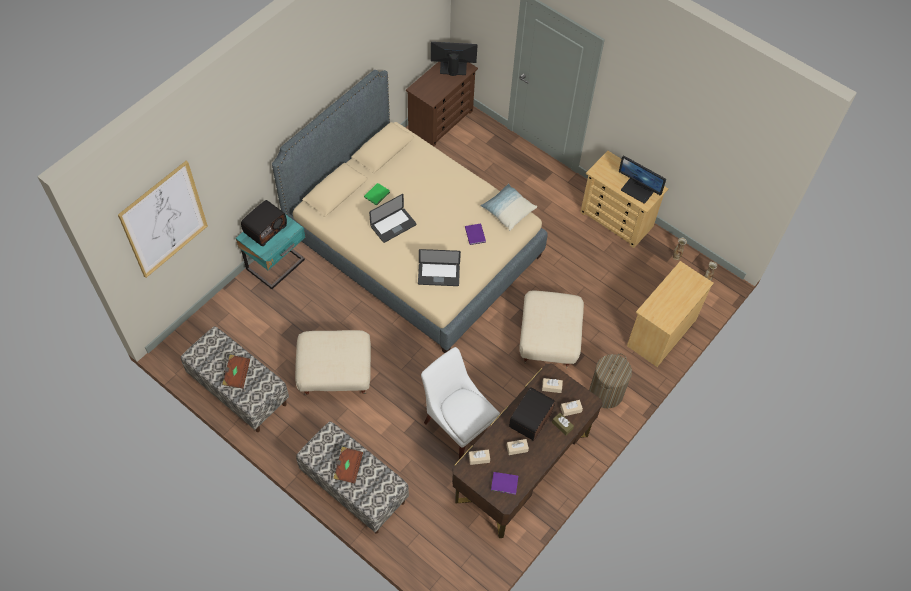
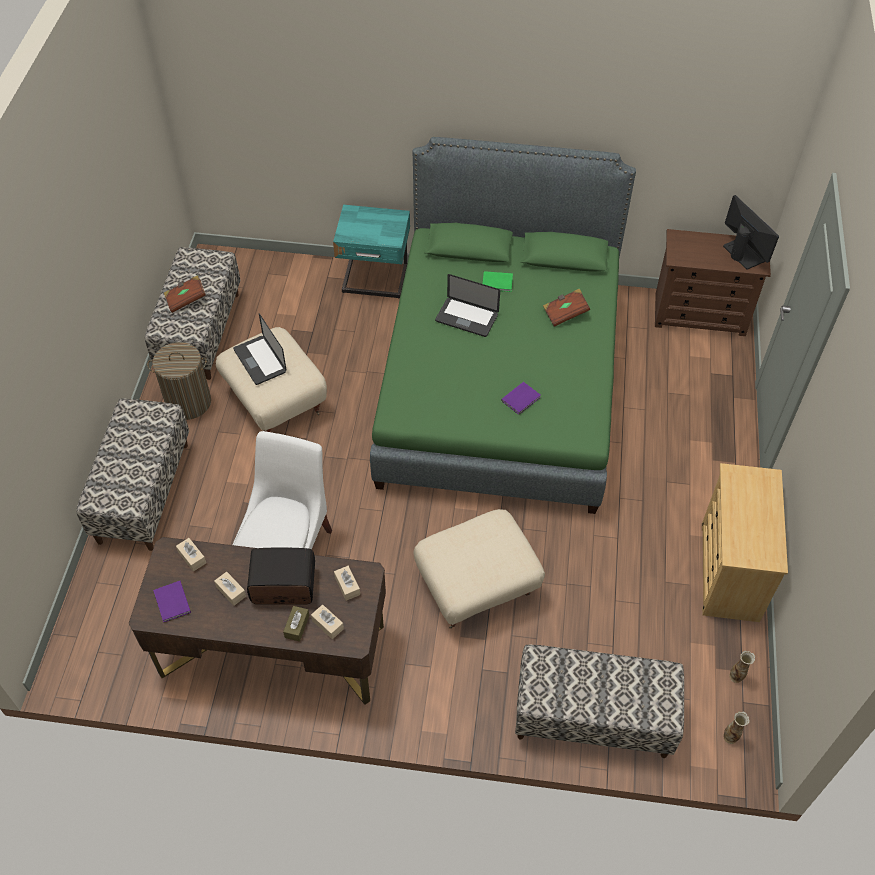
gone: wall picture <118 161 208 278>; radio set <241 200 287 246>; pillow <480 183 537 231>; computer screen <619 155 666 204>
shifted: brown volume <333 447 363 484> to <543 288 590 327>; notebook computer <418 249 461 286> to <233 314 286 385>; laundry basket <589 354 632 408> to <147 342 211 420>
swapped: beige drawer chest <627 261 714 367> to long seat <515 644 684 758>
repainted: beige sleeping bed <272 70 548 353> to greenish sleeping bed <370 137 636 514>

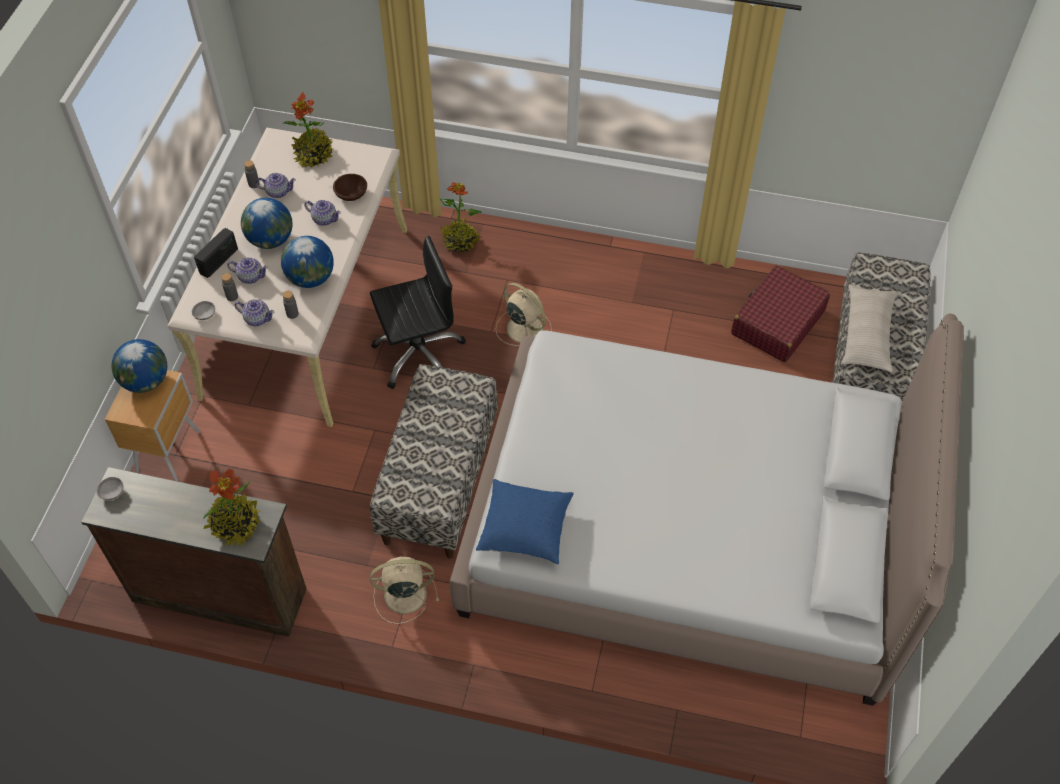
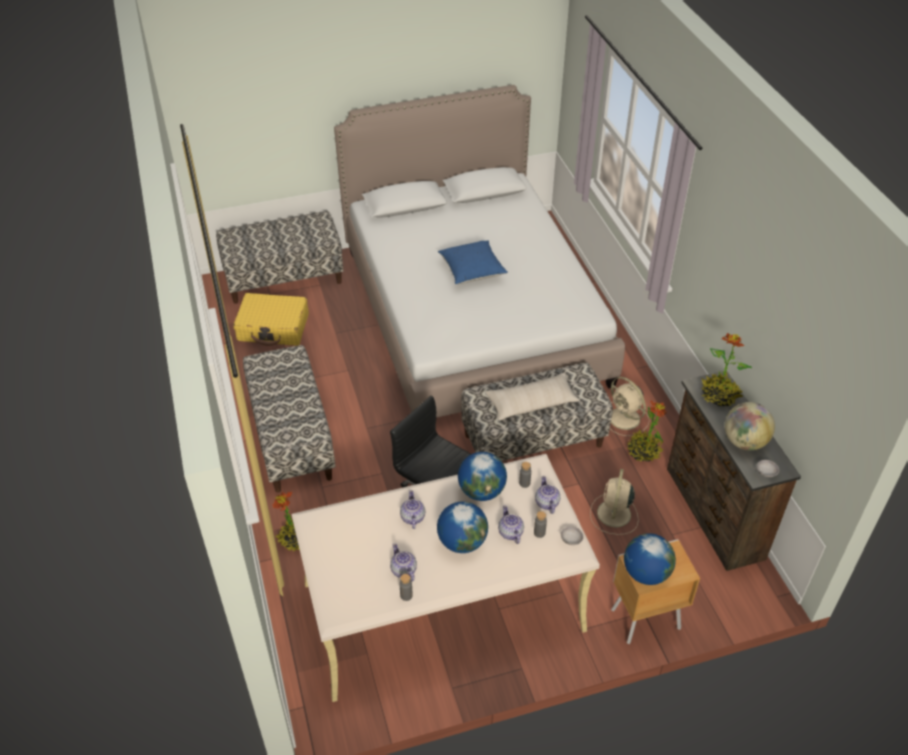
gone: radio set <194 228 238 278>; brown serving bowl <333 174 367 201>
new: long seat <243 345 336 492>; desk globe <725 402 775 450>
shifted: potted plant <283 92 332 168> to <627 401 666 462>; blue pillow <476 479 573 564> to <438 240 508 284>; beige cooling fan <496 283 552 346> to <590 469 639 535>; beige pillow <842 284 897 372> to <485 373 580 421>
repainted: reddish piece of luggage <731 265 830 362> to yellow-coloured piece of luggage <234 293 309 346>

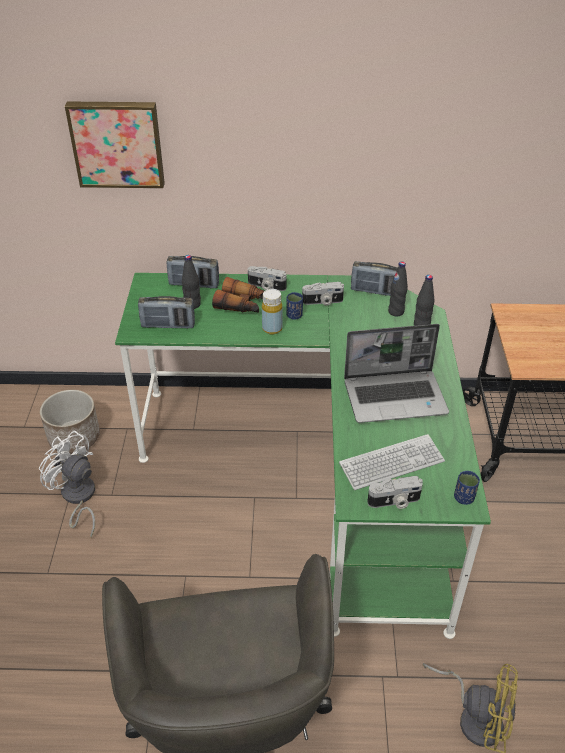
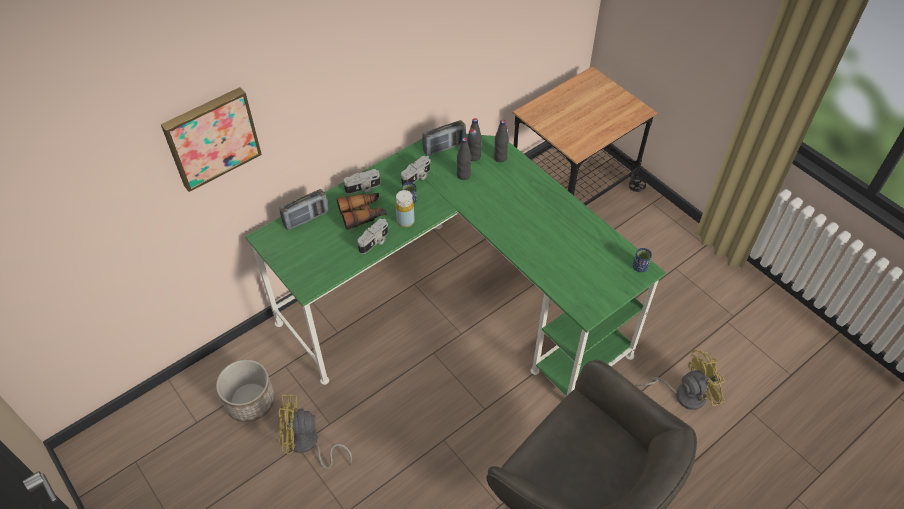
gone: radio set <138 296 195 329>; keyboard <339 434 445 490>; notebook computer <344 324 449 423>
shifted: black bottle <182 255 201 309> to <457 137 471 180>; photo camera <367 476 423 509> to <357 218 388 254>
repainted: white-coloured cooling fan <39 430 95 538> to yellow-coloured cooling fan <279 394 352 469>

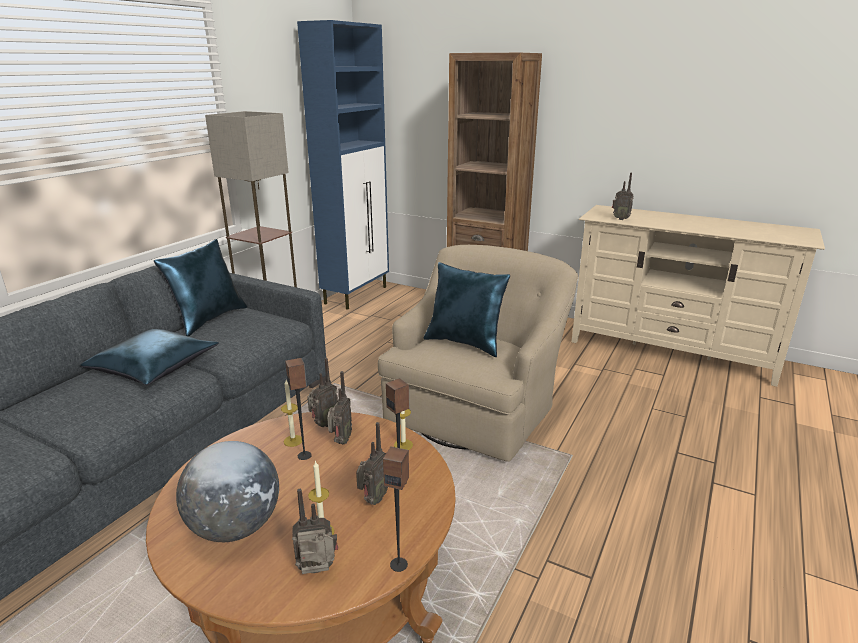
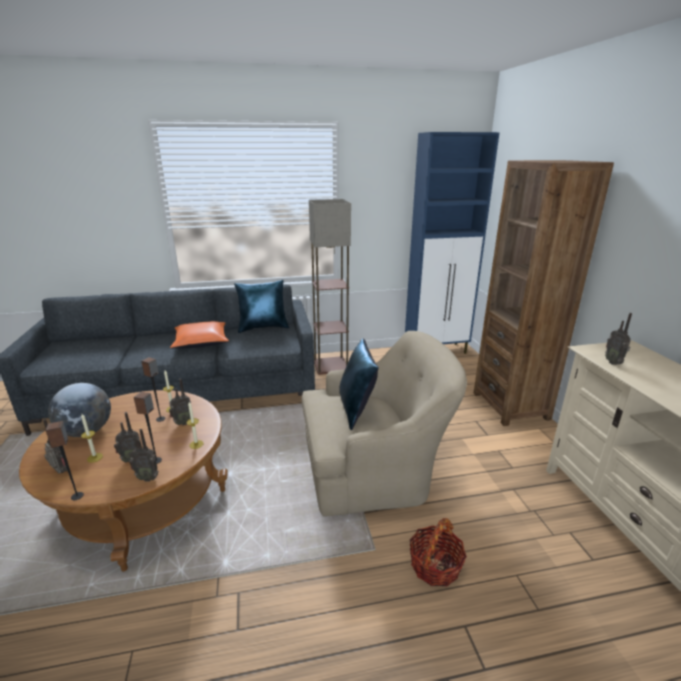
new: household basket <410 518 467 586>
shifted: radio set <307 358 338 427> to <129 429 159 482>
repainted: blue pillow <80 329 219 385> to orangey pillow <170 321 229 348>

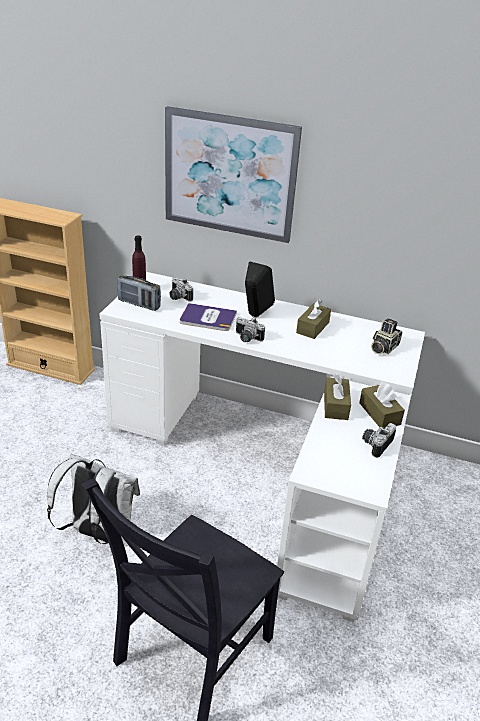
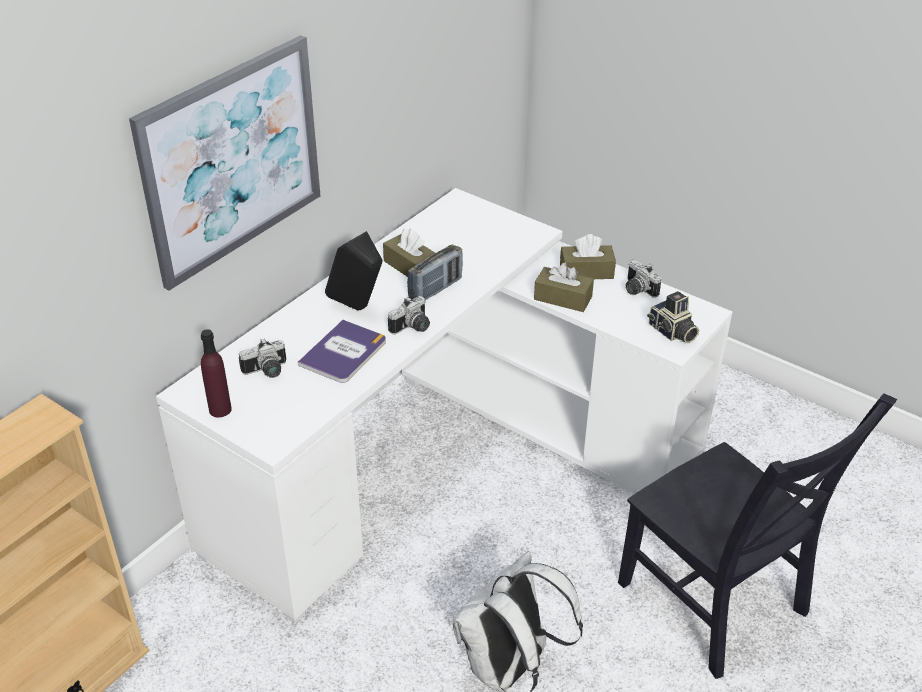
shifted: radio set <117 275 161 311> to <407 245 463 300>; photo camera <371 318 402 354> to <647 291 699 343>

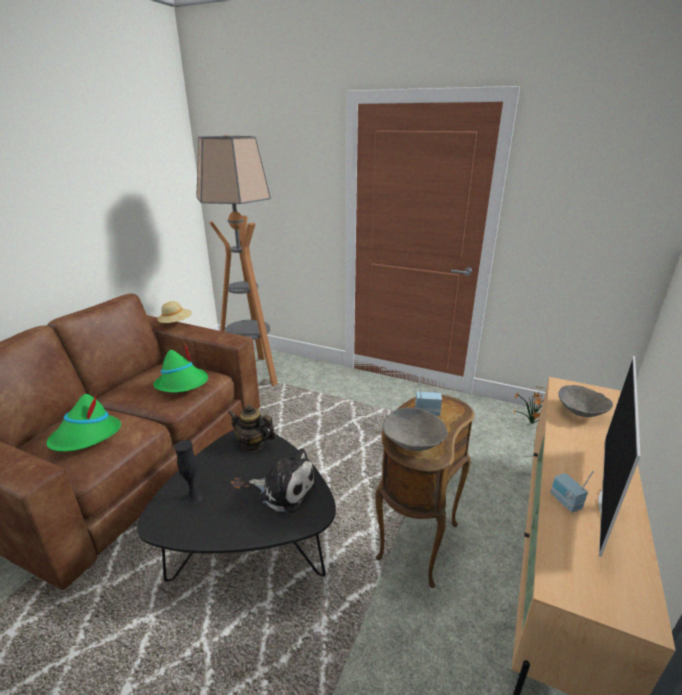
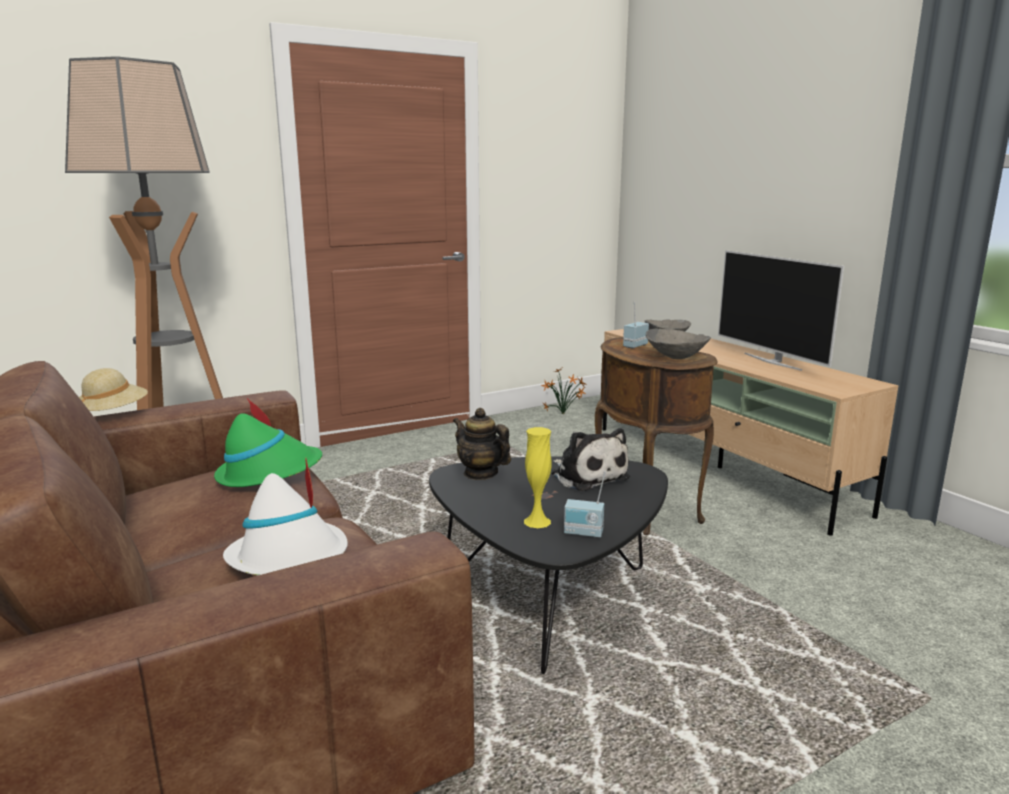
shifted: radio set <550 471 594 513> to <564 471 606 538>
repainted: greenish clothing hat <46 394 121 452> to white-coloured clothing hat <223 457 348 575>; black decorative vase <174 440 203 505> to yellow-coloured decorative vase <524 427 552 528>
rotated: teapot <228 405 276 452> = <453 408 511 480> 75 degrees clockwise; soft toy <249 448 316 513> = <552 428 630 491> 90 degrees clockwise

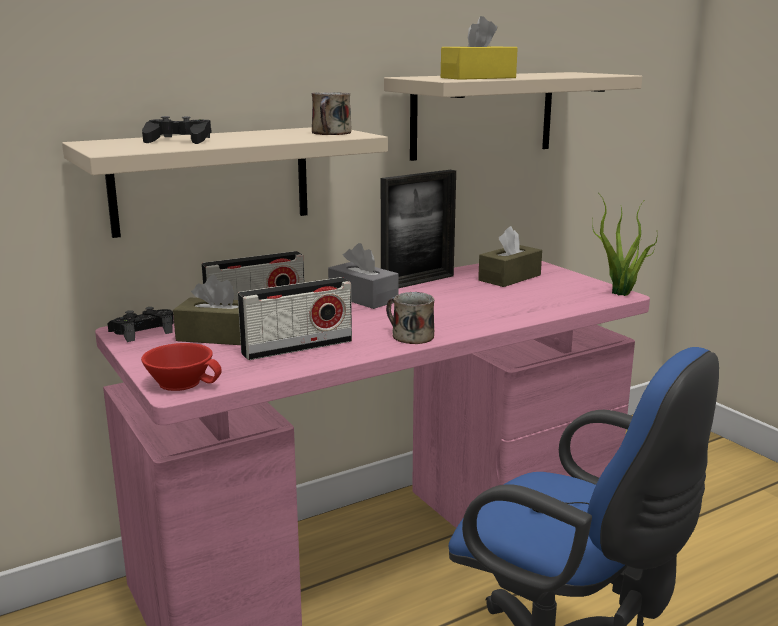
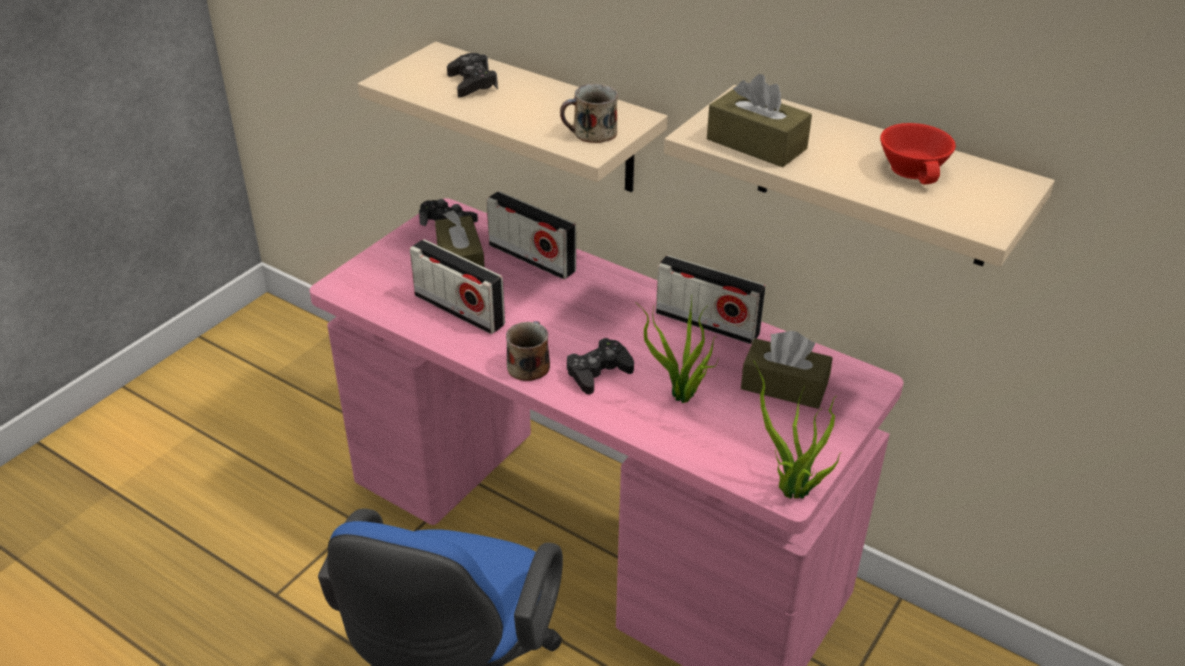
gone: greyish tissue box <328 243 398 309>
new: black joypad <567 338 634 395>; potted plant <635 296 718 403>
shifted: reddish drinking cup <141 343 222 391> to <880 123 956 185>
swapped: standing frame <381 170 456 288> to radio set <656 255 766 344>
repainted: yellow-coloured tissue box <441 16 518 80> to brown tissue box <707 74 812 167>

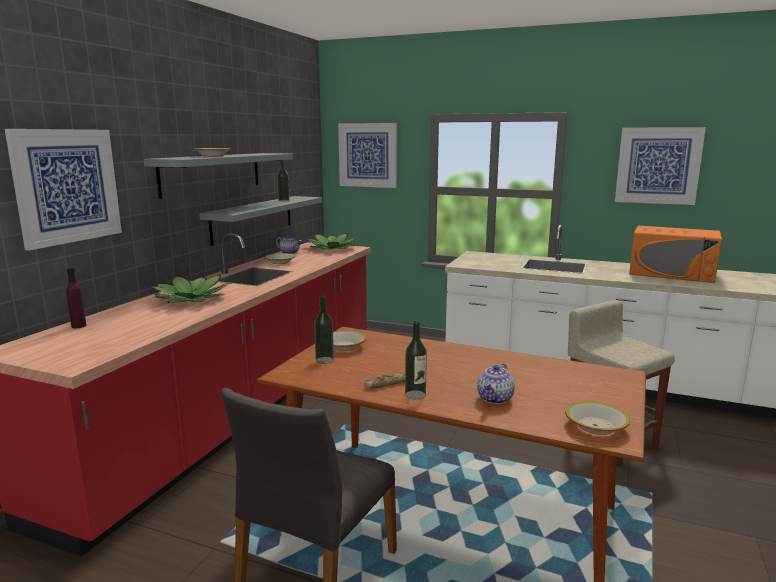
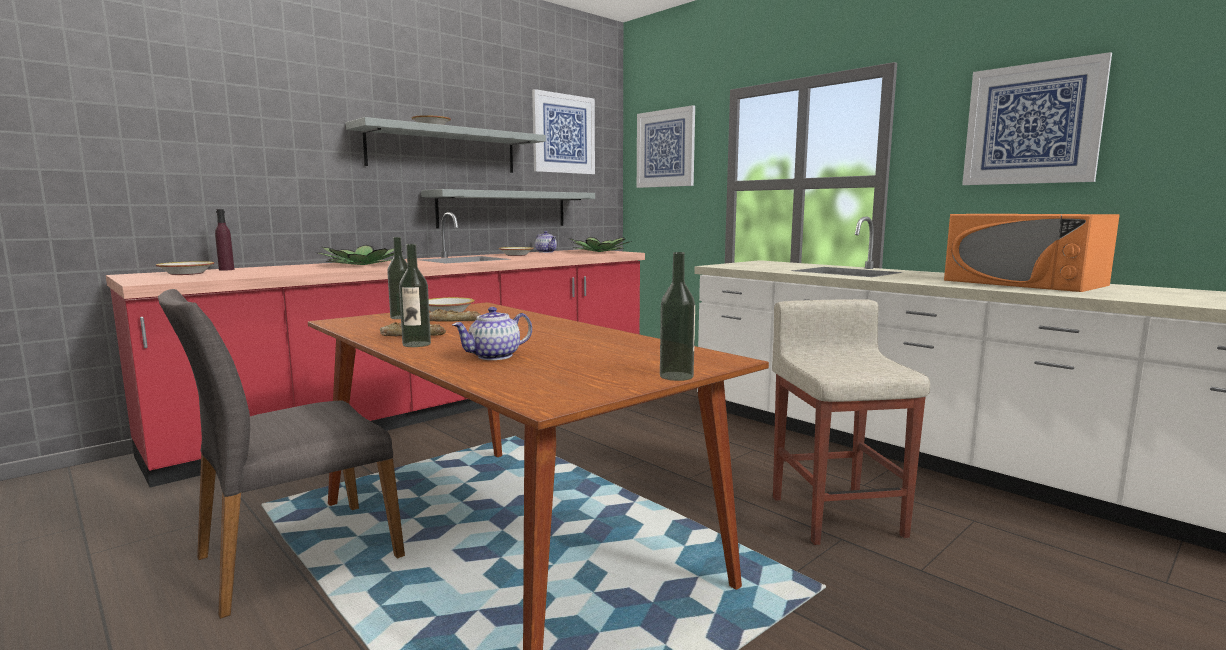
new: baked bread <429 309 481 322>
shifted: wall picture <5 129 122 250> to <532 89 595 174>; bottle <277 160 290 201> to <660 252 695 381>; serving bowl <565 401 630 435> to <156 261 214 275>

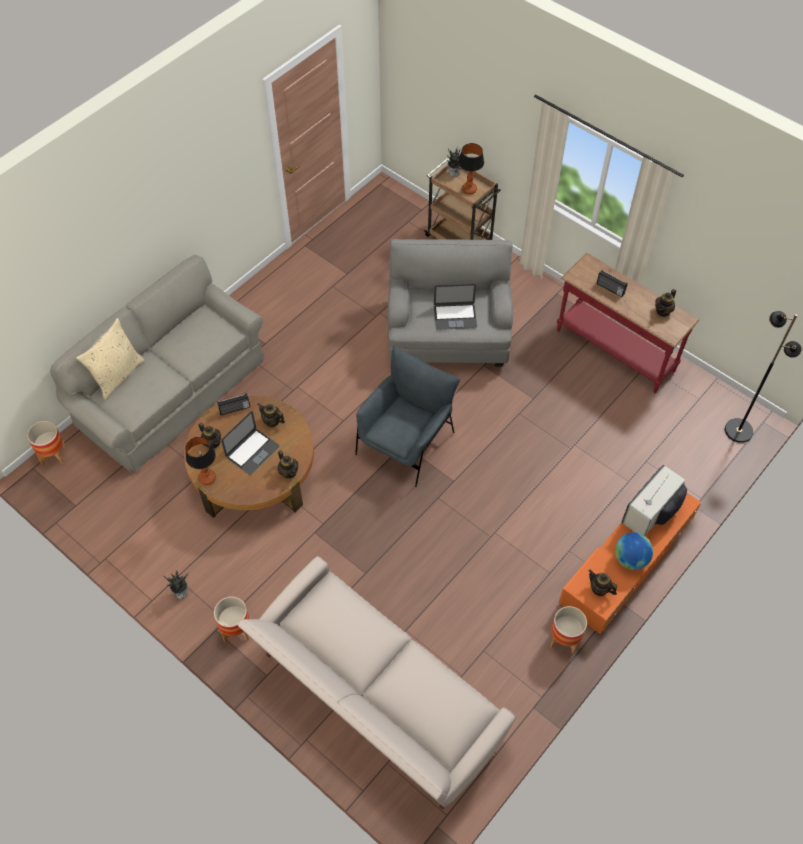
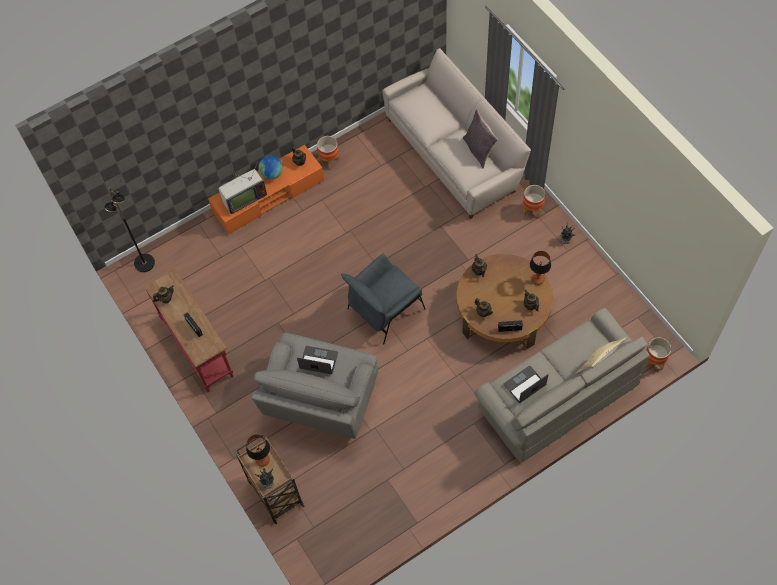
new: greyish pillow <463 109 498 168>
shifted: notebook computer <221 411 280 475> to <503 366 548 403>

